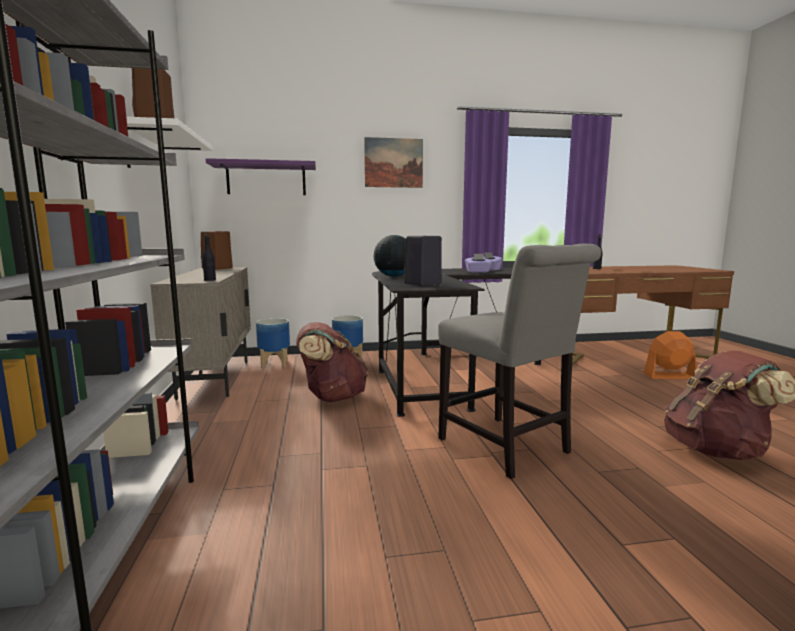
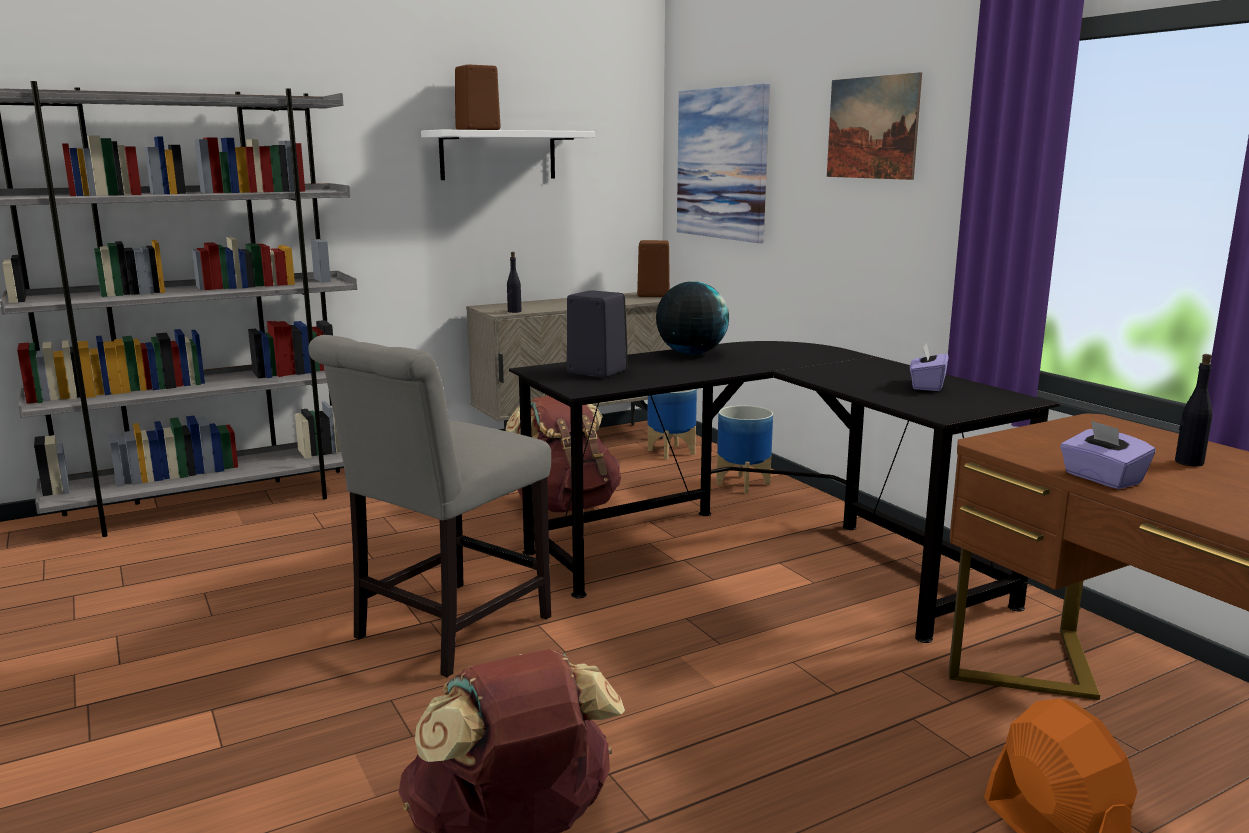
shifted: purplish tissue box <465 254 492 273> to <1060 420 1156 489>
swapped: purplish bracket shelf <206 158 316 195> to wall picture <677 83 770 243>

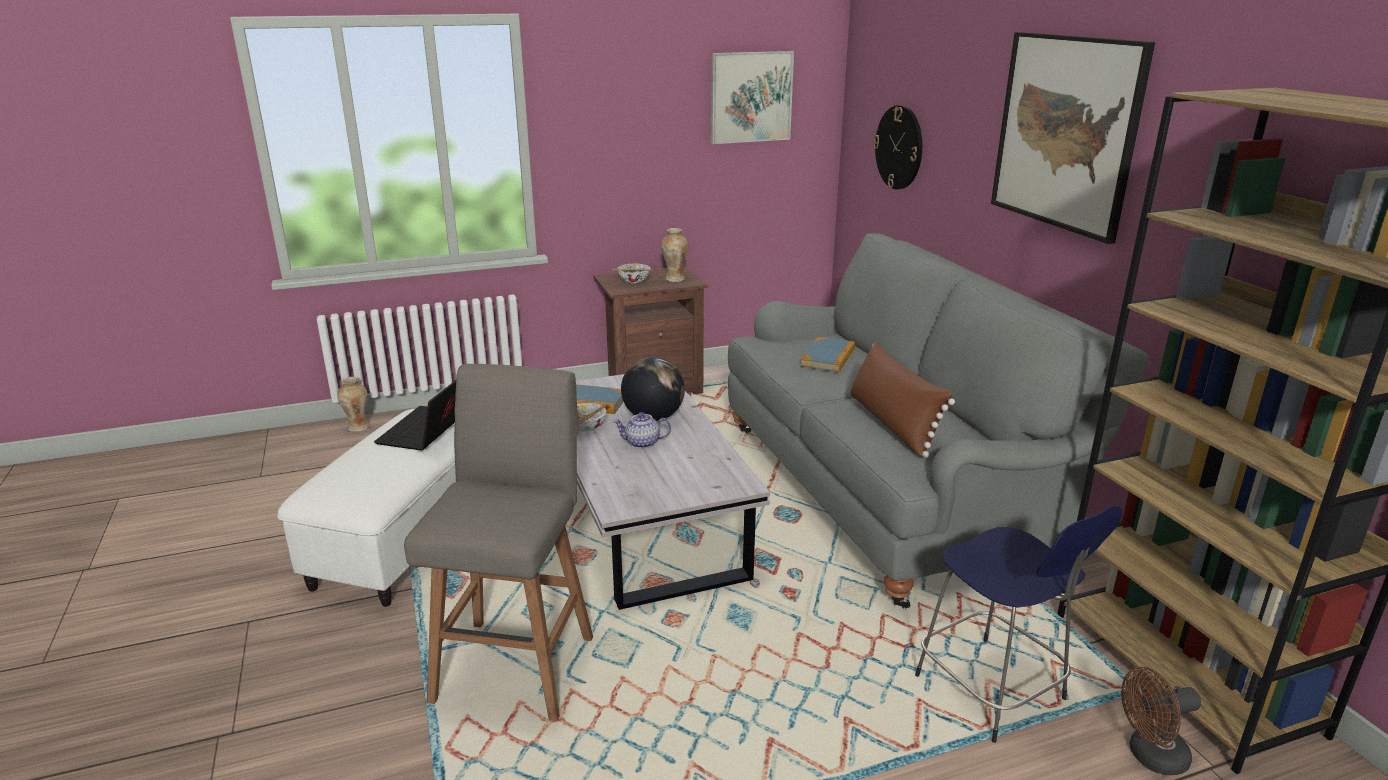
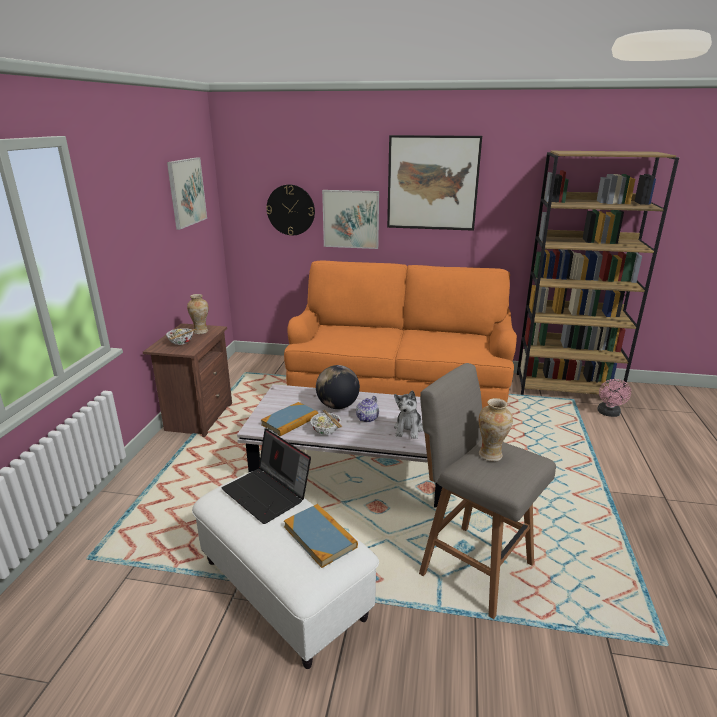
gone: brown pillow <851 341 955 458>; blue sitting stool <915 506 1122 743>
new: wall picture <322 190 379 249>; soft toy <394 390 423 439>
shifted: decorative vase <337 377 369 432> to <479 398 513 462>; volume <800 337 855 372> to <284 504 358 568>
repainted: greyish couch <728 234 1149 609> to orangey couch <284 261 517 409>; brown cooling fan <1121 667 1201 775> to pink cooling fan <597 379 631 417>

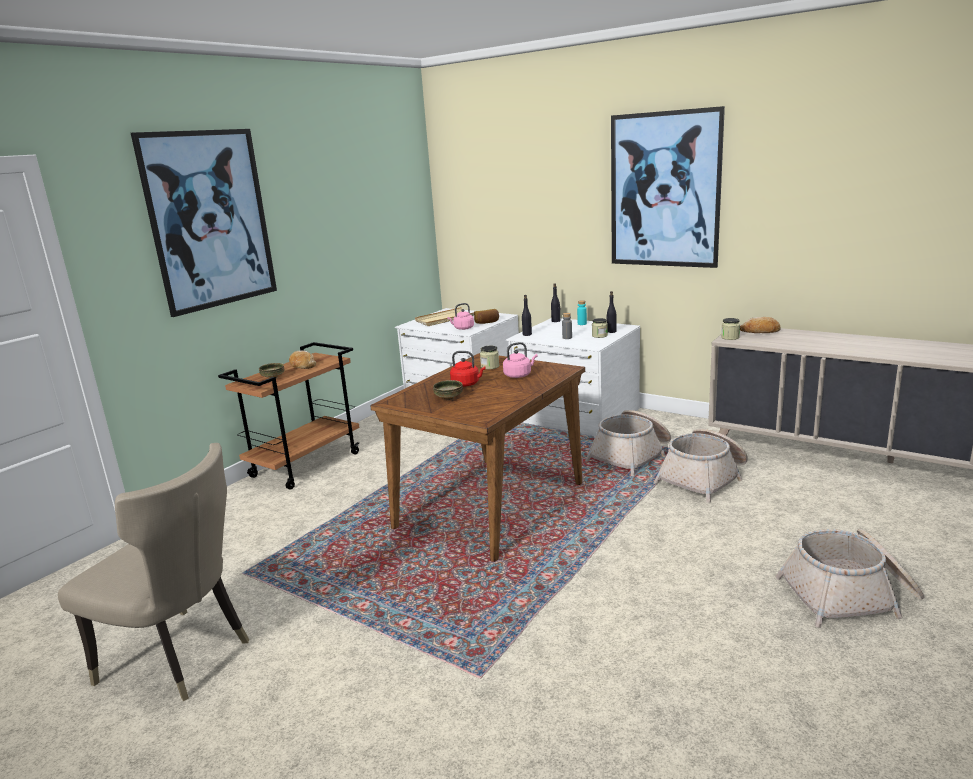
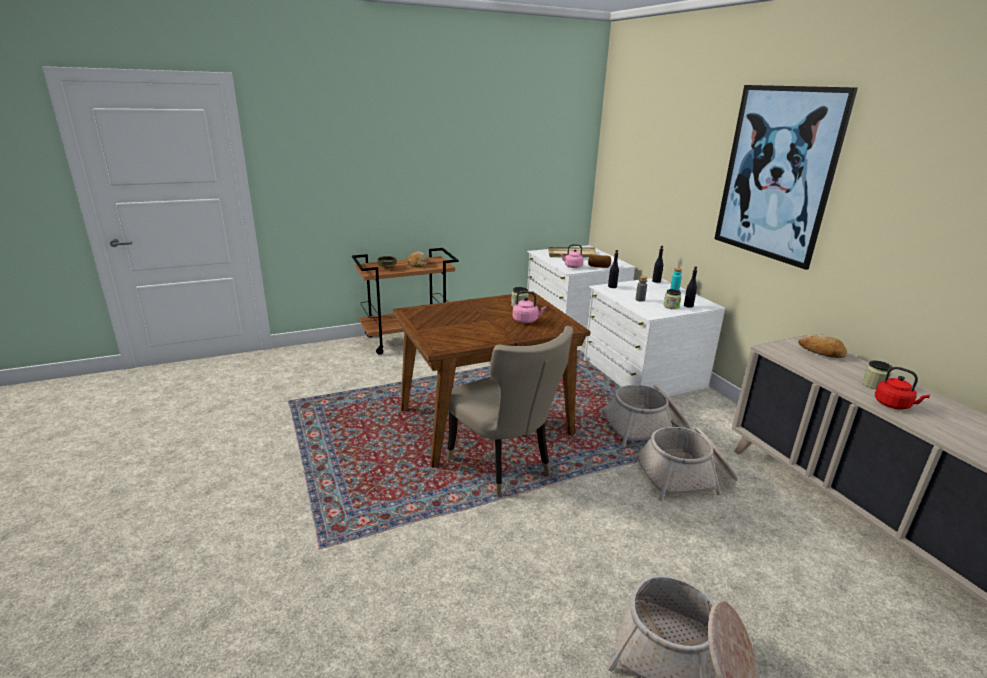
gone: wall picture <131 129 277 317>; serving bowl <433 380 463 400>
shifted: beige upright chair <58 443 249 701> to <447 326 573 497>; reddish kettle <450 351 485 387> to <875 367 930 409>; jar <721 318 740 340> to <862 360 892 389>

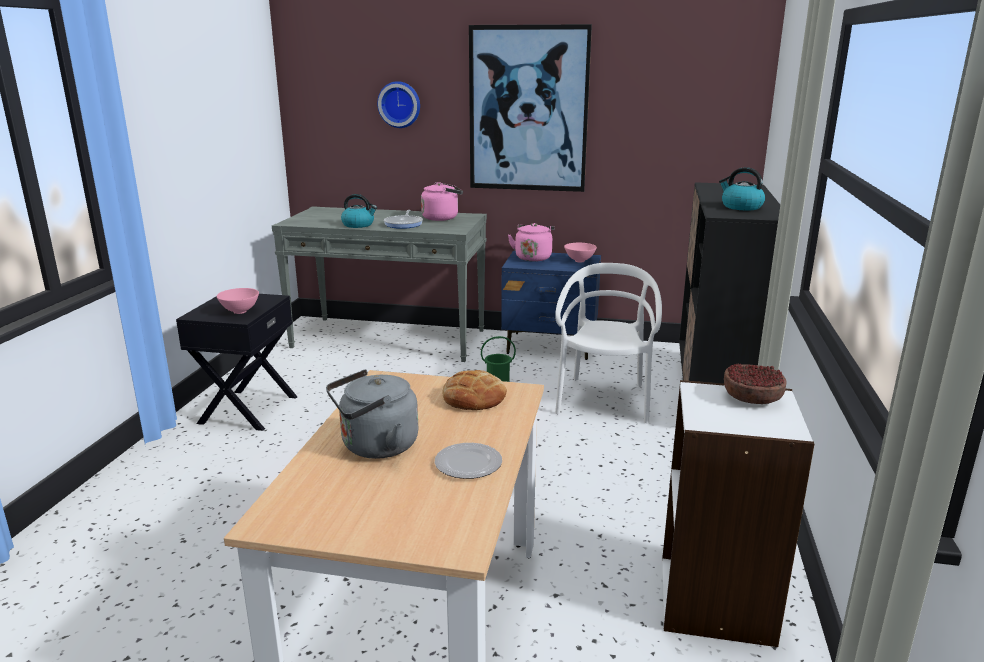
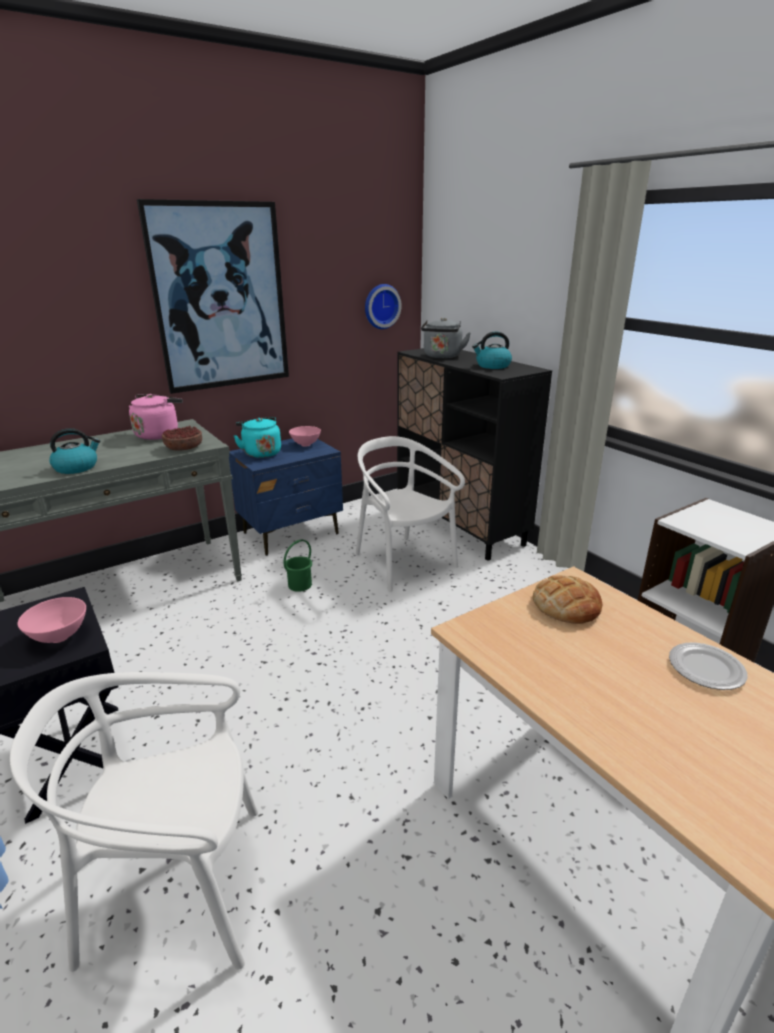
gone: frying pan <384 210 423 229>
new: white-coloured upright chair <10 672 258 972>
shifted: greyish kettle <326 369 418 459> to <421 318 471 358>; wall clock <377 81 420 128> to <365 284 402 329>; serving bowl <724 364 787 404> to <162 425 202 451>
repainted: pink kettle <508 223 554 262> to blue-green kettle <234 417 281 458>

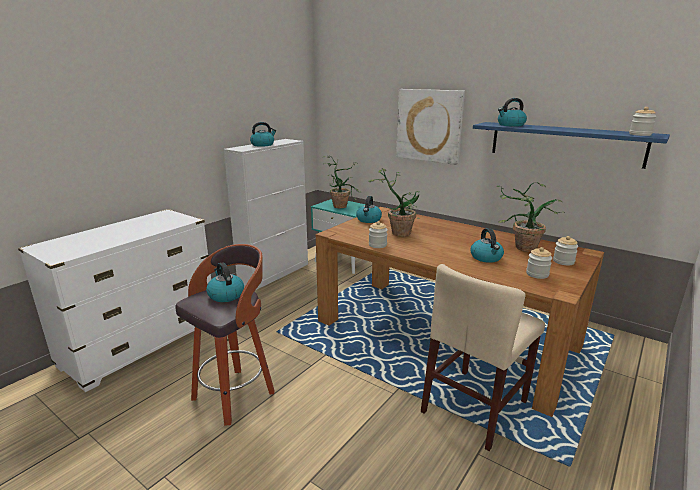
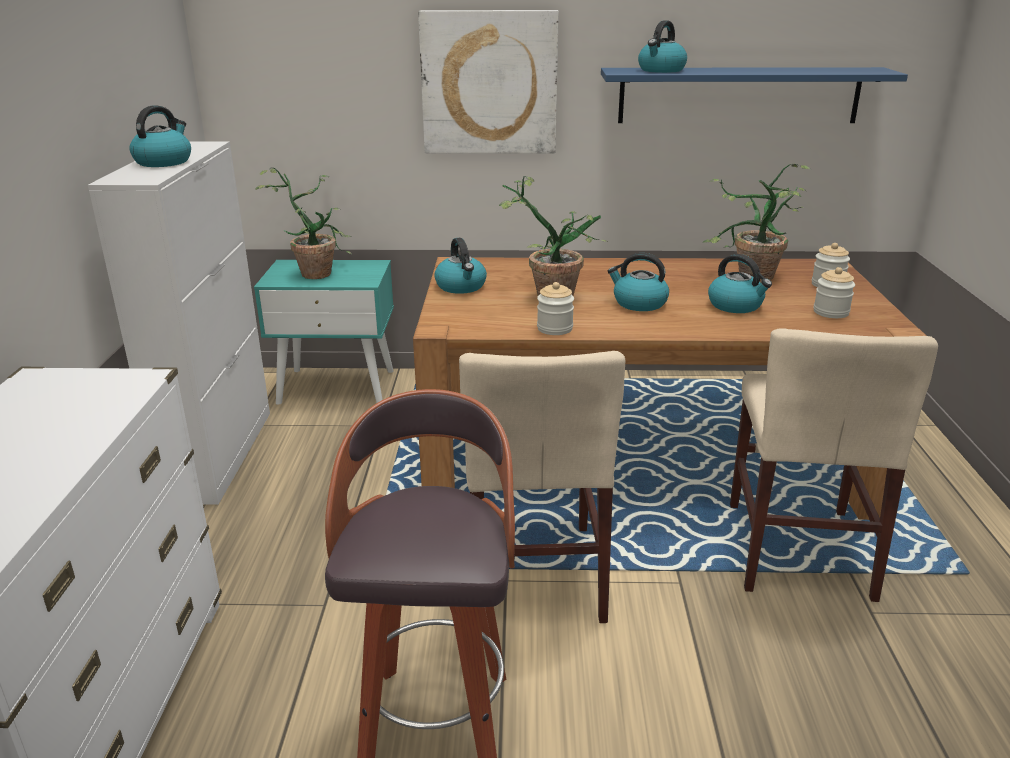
gone: jar <629 107 656 136>
new: beige upright chair <459 351 625 623>
shifted: kettle <206 262 244 302> to <608 253 669 311>

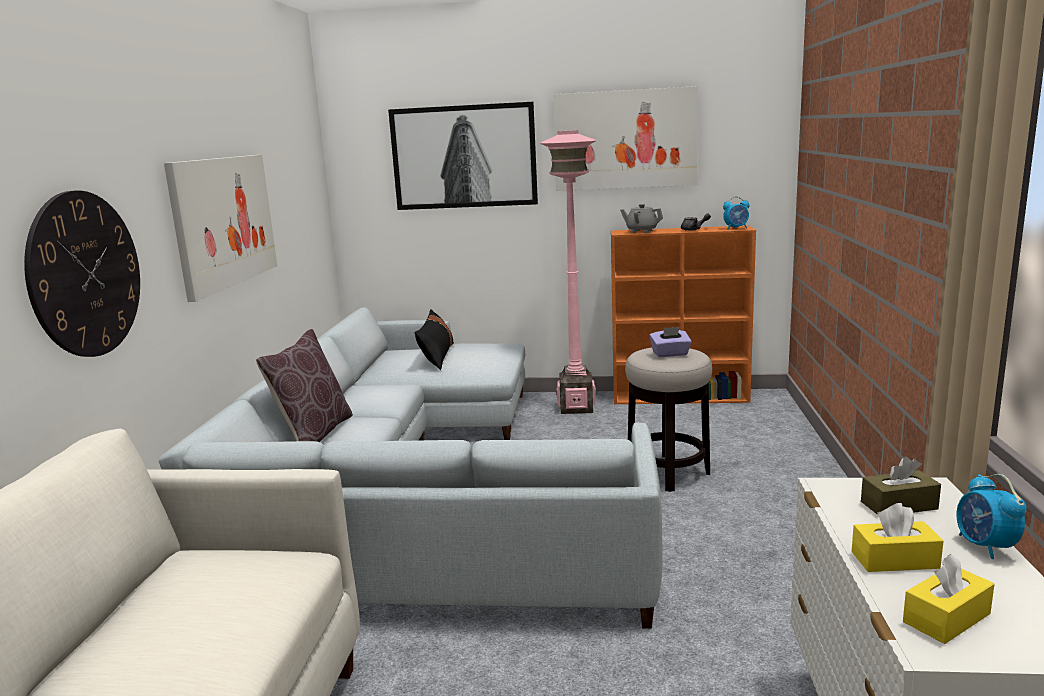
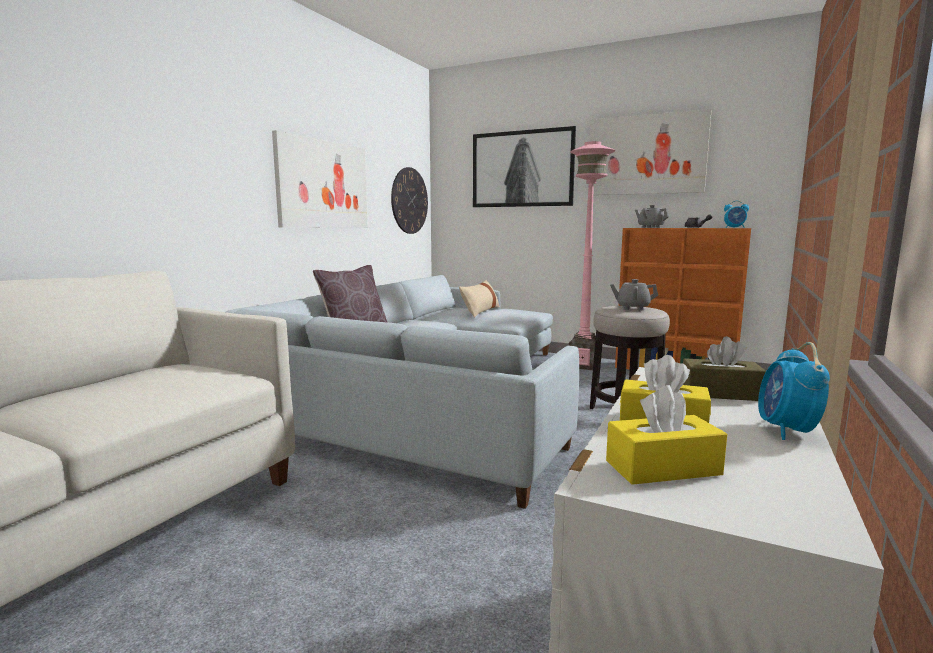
shifted: wall clock <24 191 140 357> to <391 167 428 234>
swapped: purplish tissue box <649 327 692 357> to greyish teapot <610 279 658 310>
repainted: black pillow <414 309 454 370> to beige pillow <459 280 500 318>

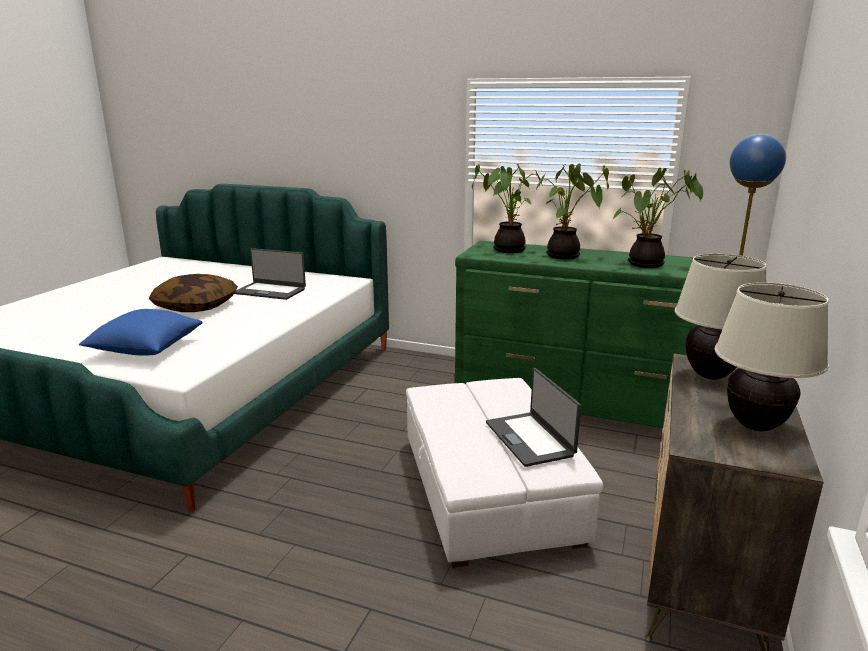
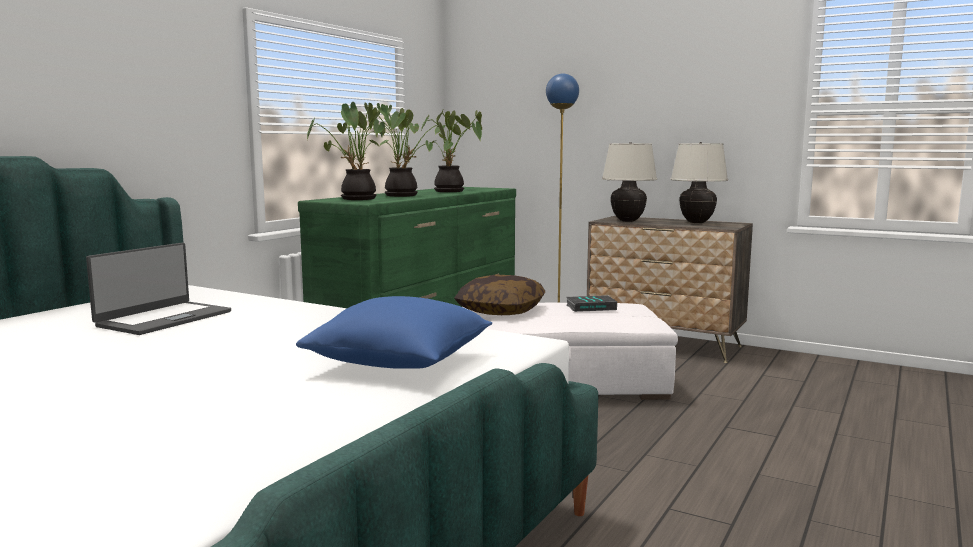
shifted: pillow <149 274 238 312> to <454 274 545 315>
swapped: notebook computer <486 368 581 467> to volume <566 295 617 312>

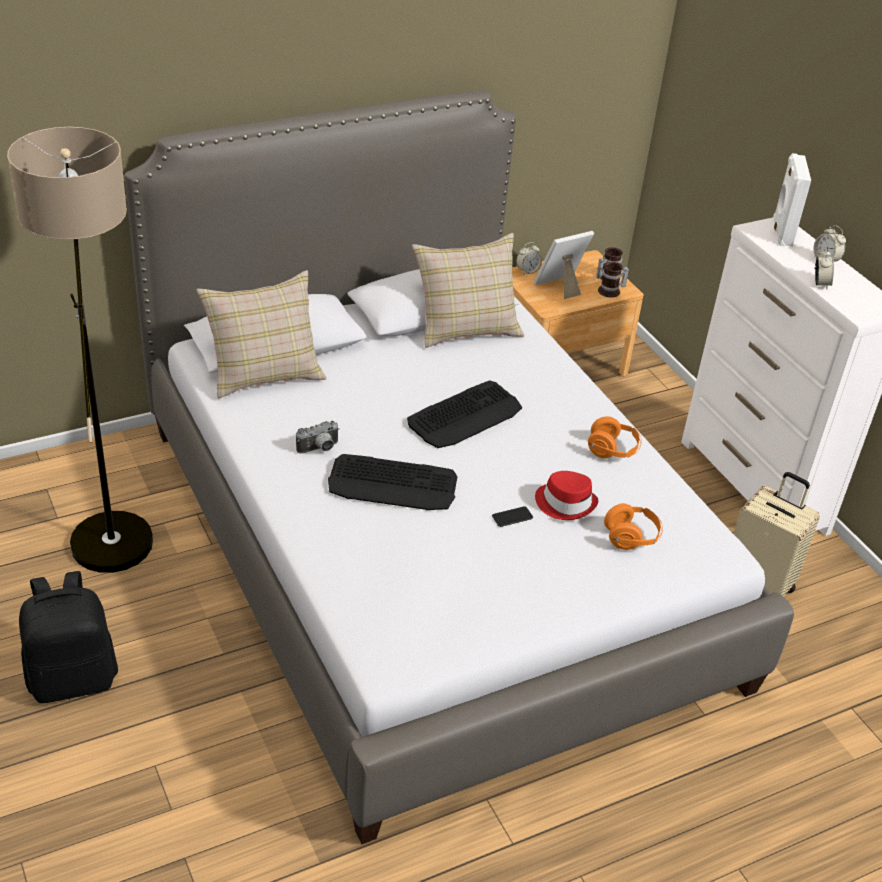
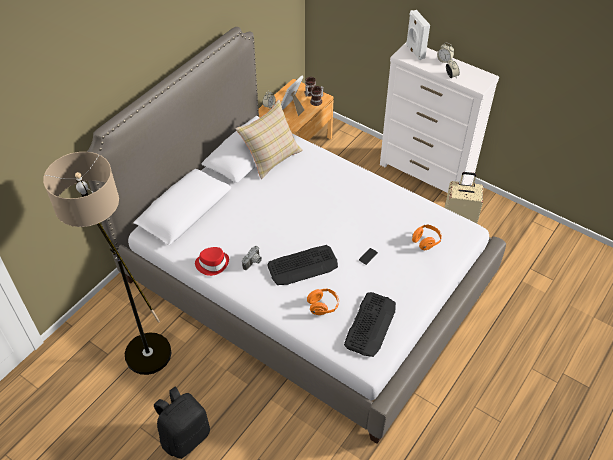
gone: beige pillow <197 270 327 399>
shifted: keyboard <407 380 522 448> to <344 292 396 357>; reddish clothing hat <535 471 598 520> to <195 247 229 276>; orangey headset <588 416 642 458> to <307 289 339 315>

